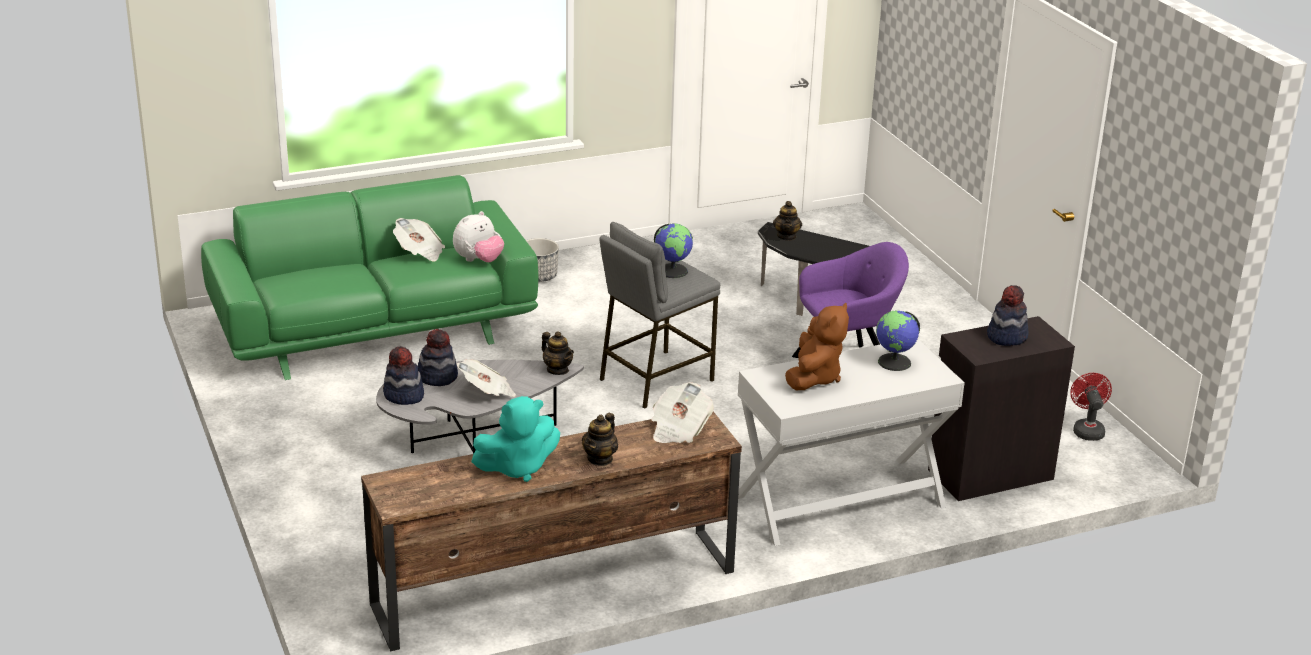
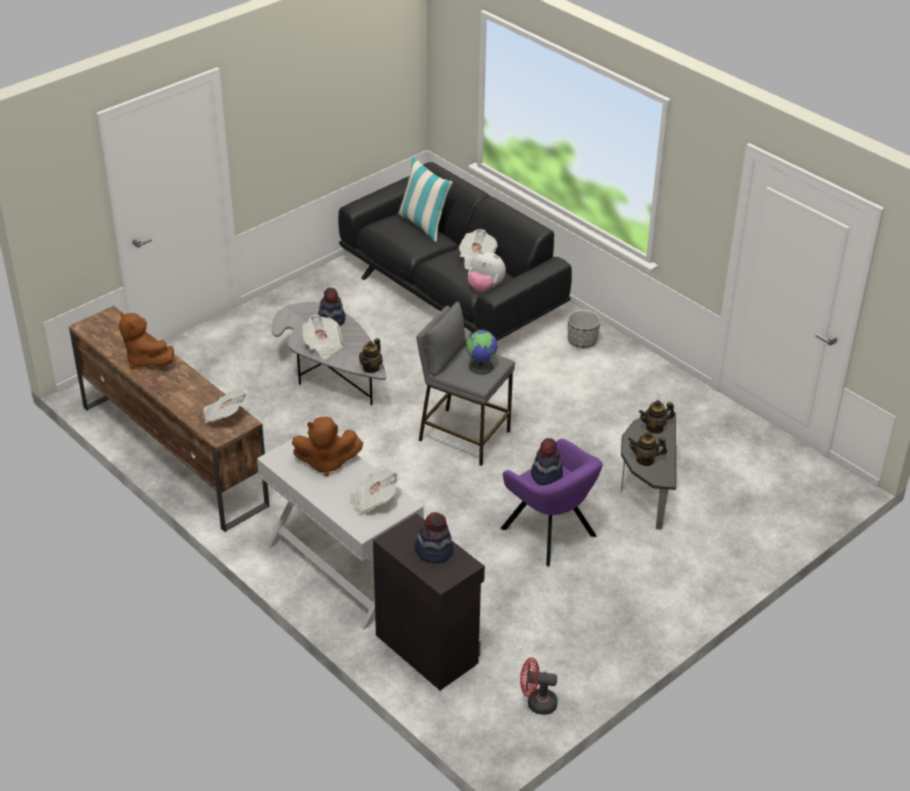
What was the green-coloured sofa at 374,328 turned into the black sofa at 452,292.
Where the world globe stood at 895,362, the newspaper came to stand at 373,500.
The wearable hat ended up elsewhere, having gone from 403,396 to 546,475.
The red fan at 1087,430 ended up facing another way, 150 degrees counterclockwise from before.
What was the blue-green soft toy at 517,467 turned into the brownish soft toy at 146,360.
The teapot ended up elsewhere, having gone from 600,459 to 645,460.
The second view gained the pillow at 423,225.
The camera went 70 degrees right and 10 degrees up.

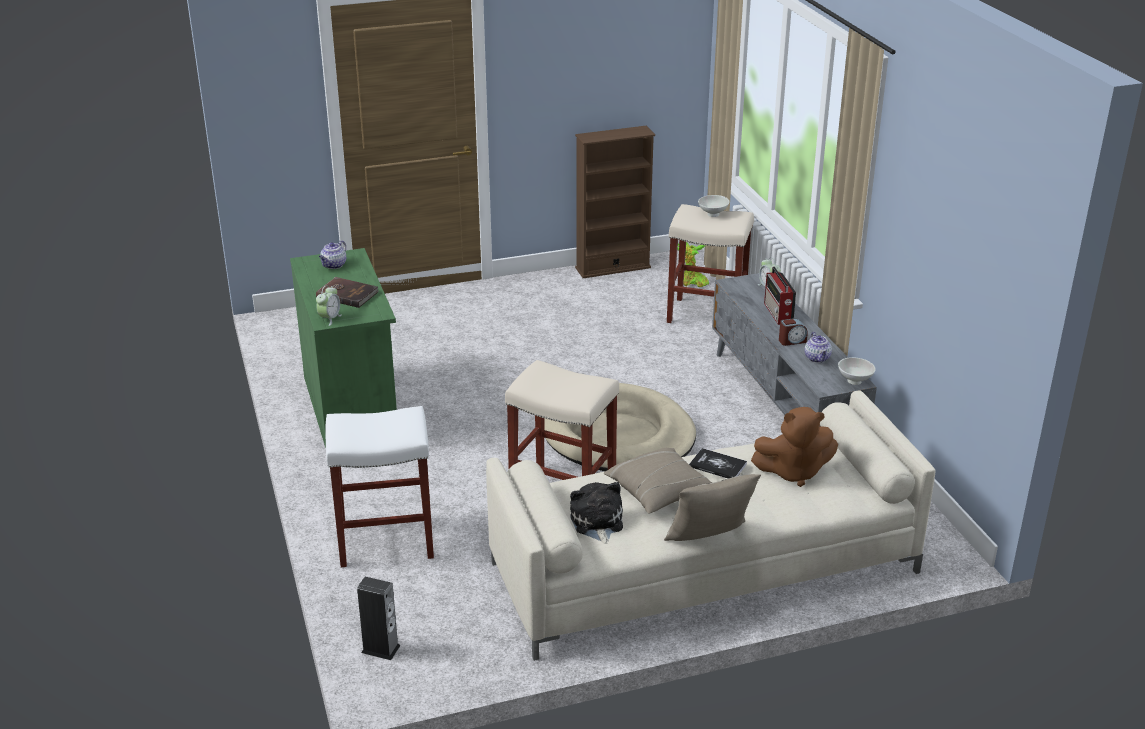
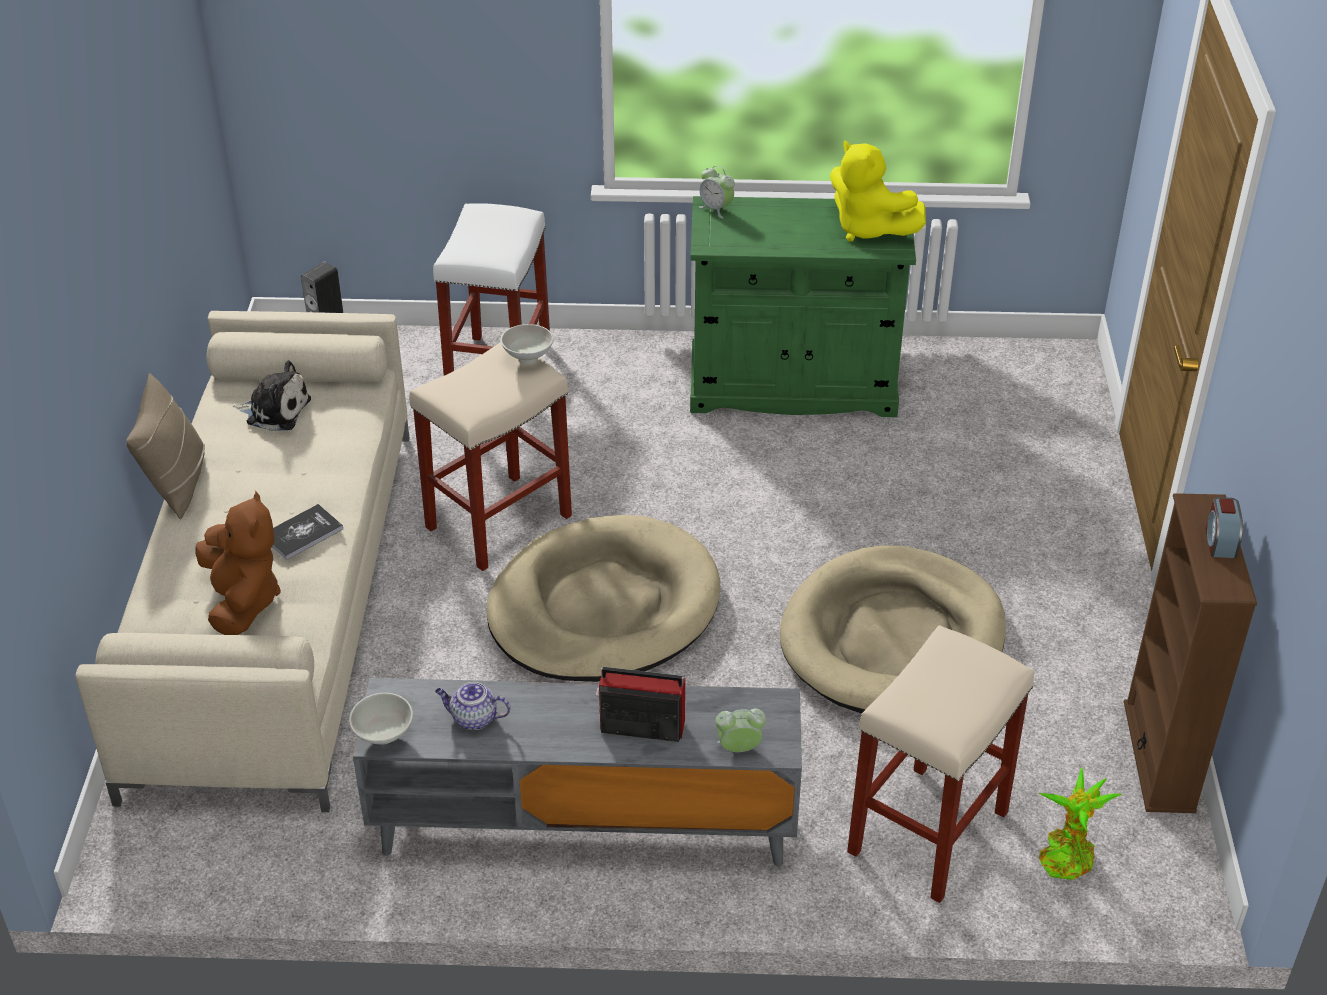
The whitish bowl ended up elsewhere, having gone from 713,215 to 526,358.
Where the teapot stood at 334,265, the yellowish soft toy came to stand at 868,229.
The second view lost the brownish book at 347,294.
The bedside clock ended up elsewhere, having gone from 792,341 to 1220,541.
The brownish soft toy at 793,472 ended up facing another way, 150 degrees clockwise from before.
The second view lost the beige pillow at 660,492.
The second view gained the beige dog bed at 892,639.
The camera went 110 degrees right and 10 degrees up.

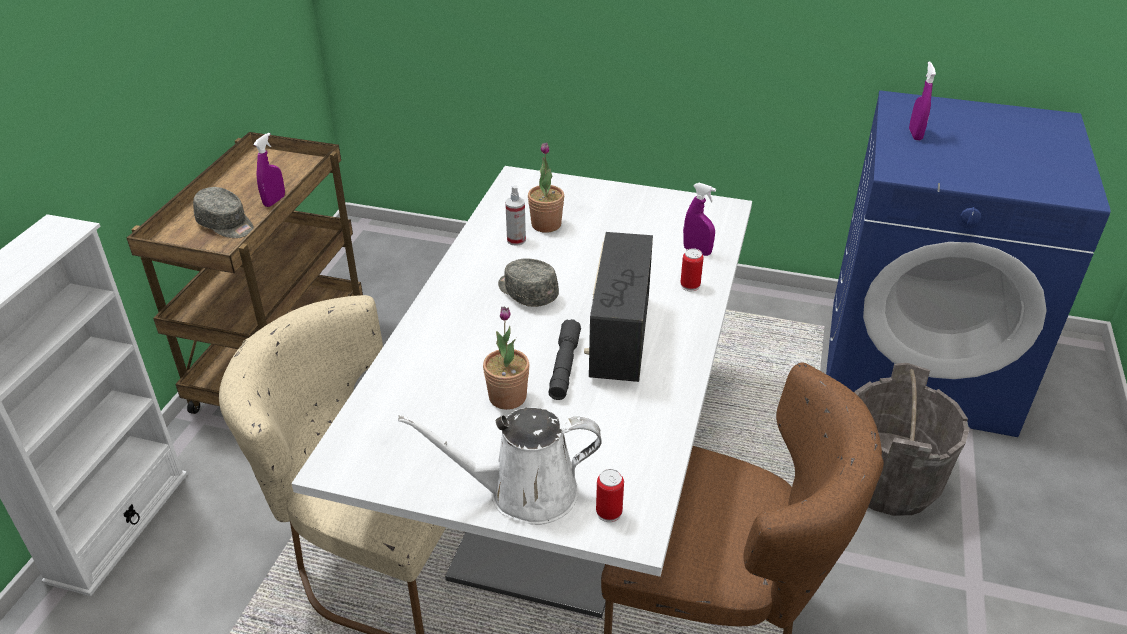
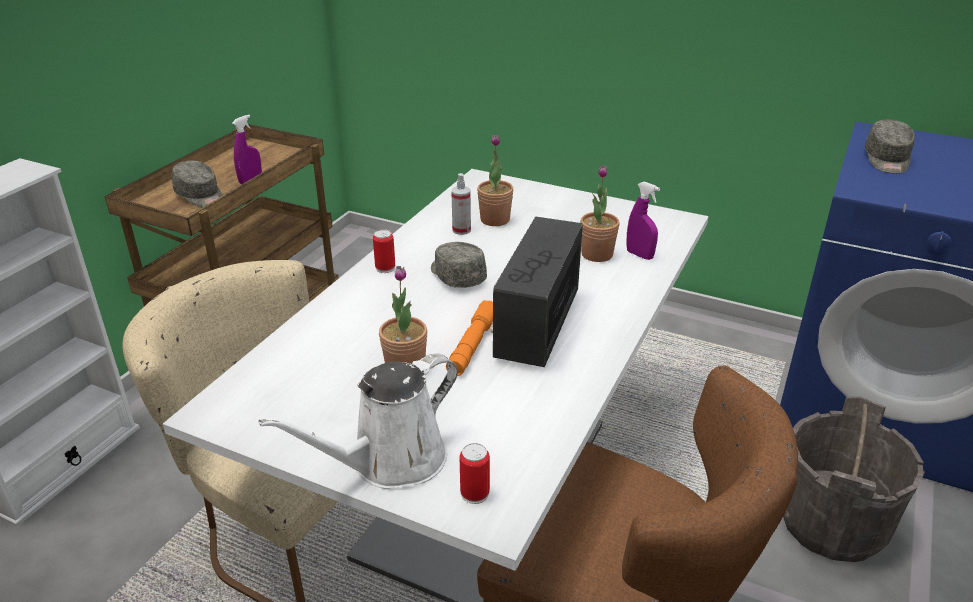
Where the purplish hand sprayer stood at 915,134, the greyish baseball cap came to stand at 886,160.
The sealed can ended up elsewhere, having gone from 690,285 to 385,268.
What was the greyish flashlight at 564,366 turned into the orange flashlight at 472,345.
The whitish sprinkling can at 523,492 ended up facing another way, 45 degrees counterclockwise from before.
The second view gained the potted plant at 597,254.
The camera went 10 degrees right and 5 degrees down.

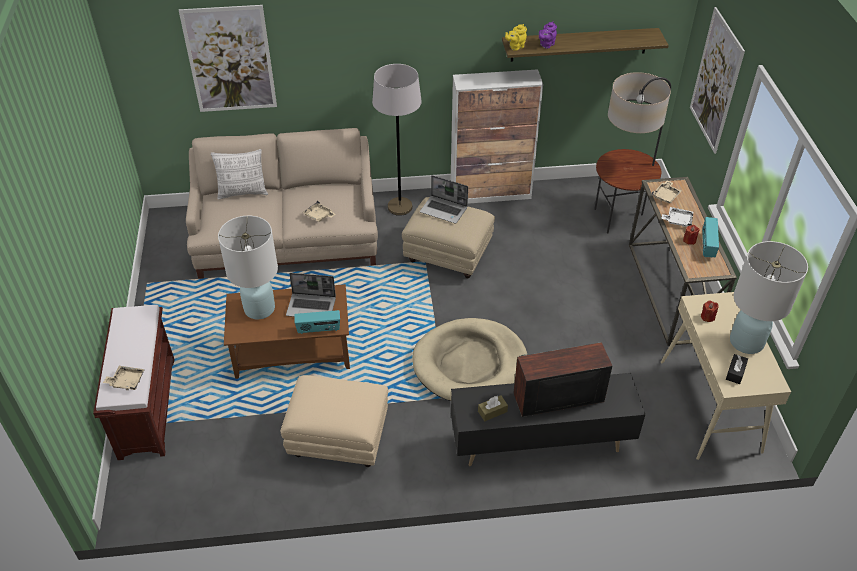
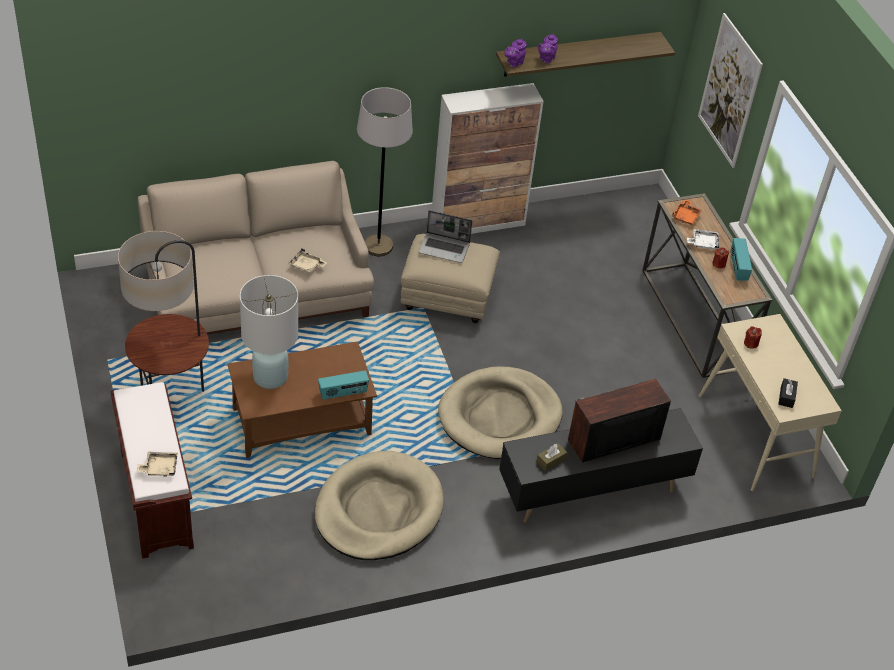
The second view lost the wall art at 230,60.
What was the yellowish teapot at 515,47 turned into the purplish teapot at 514,63.
The floor lamp ended up elsewhere, having gone from 619,218 to 172,399.
The second view lost the pillow at 243,192.
What was the beige serving tray at 666,196 turned into the orange serving tray at 686,216.
The second view lost the whitish lamp for a table at 746,341.
The second view lost the laptop at 312,307.
Where the beige footrest stood at 337,439, the beige dog bed came to stand at 378,510.
The camera went 15 degrees left and 0 degrees up.

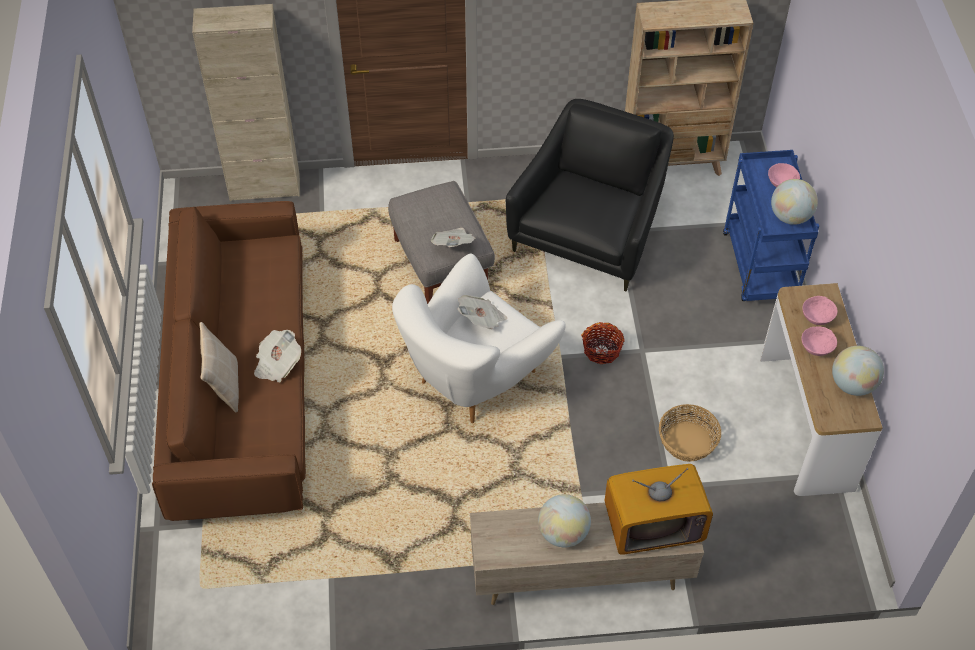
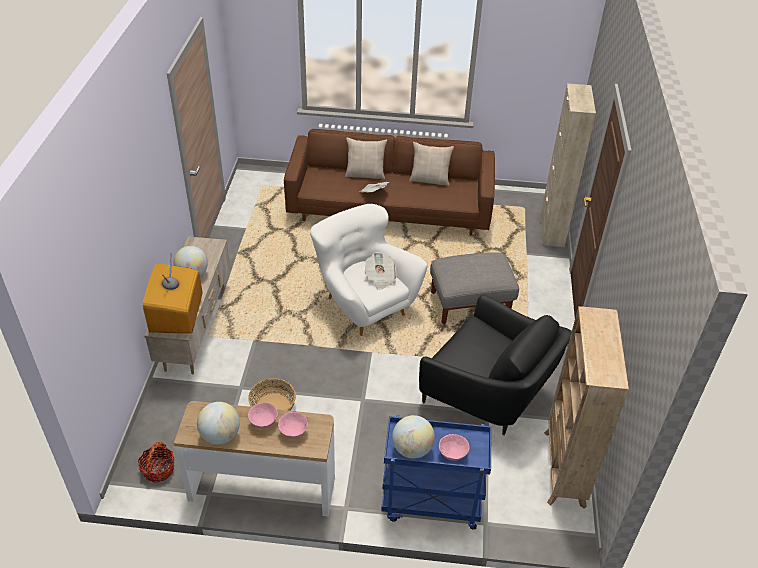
The second view lost the newspaper at 453,245.
The basket ended up elsewhere, having gone from 602,350 to 158,469.
The second view gained the beige pillow at 430,180.
The camera went 100 degrees right and 10 degrees down.

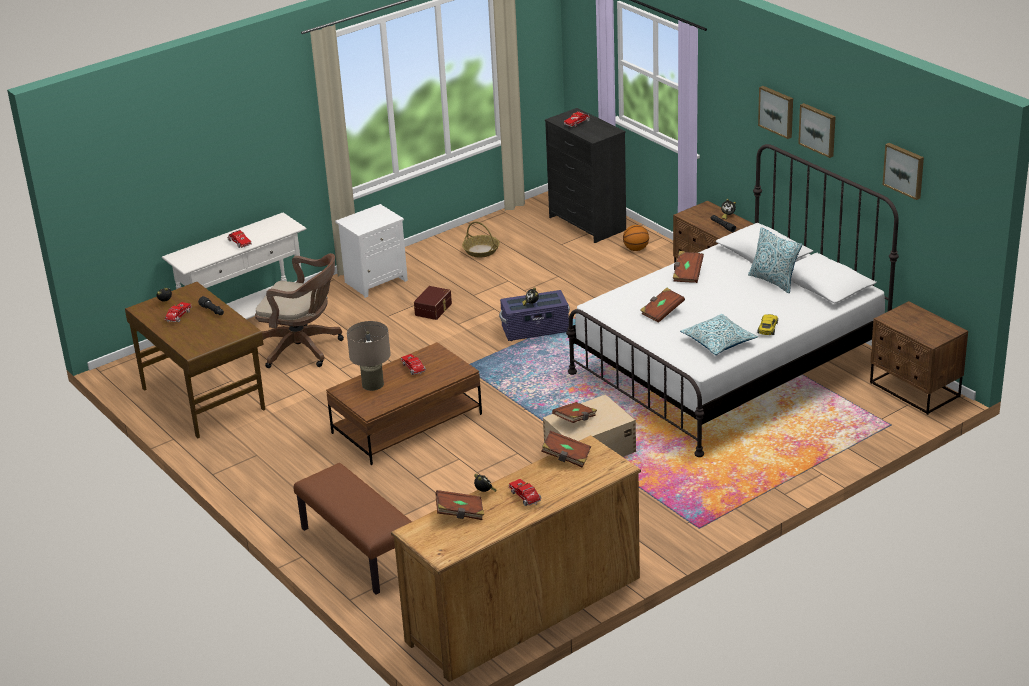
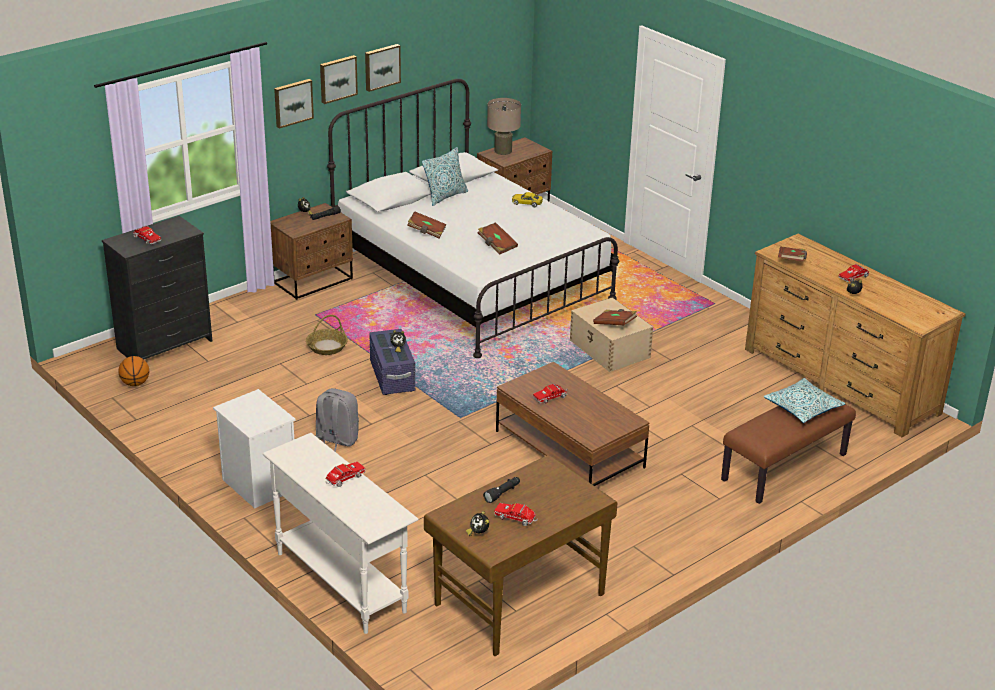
The wall art ended up elsewhere, having gone from 904,170 to 292,102.
The basket ended up elsewhere, having gone from 481,250 to 327,347.
The basketball ball ended up elsewhere, having gone from 635,249 to 135,383.
The second view lost the brownish desk chair at 303,349.
Where the brownish storage box stood at 434,309, the greyish backpack came to stand at 336,440.
The pillow ended up elsewhere, having gone from 718,342 to 802,408.
The beige lamp for a table ended up elsewhere, having gone from 373,384 to 503,151.
The second view lost the brownish book at 460,513.
The camera went 95 degrees left and 0 degrees up.

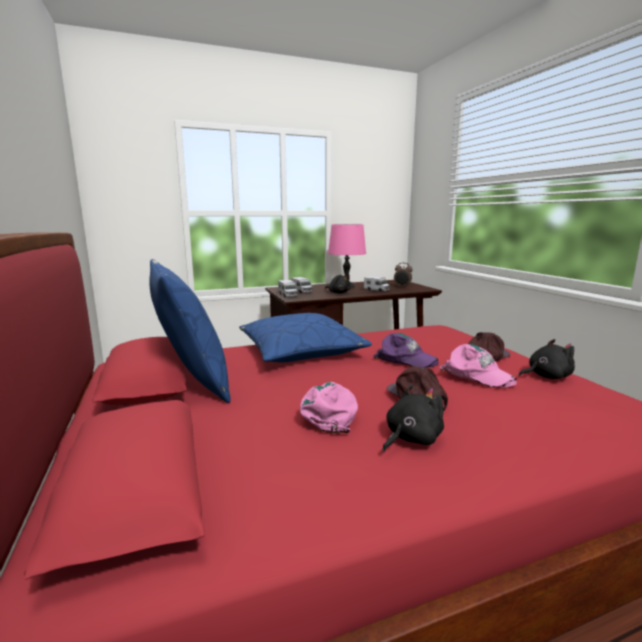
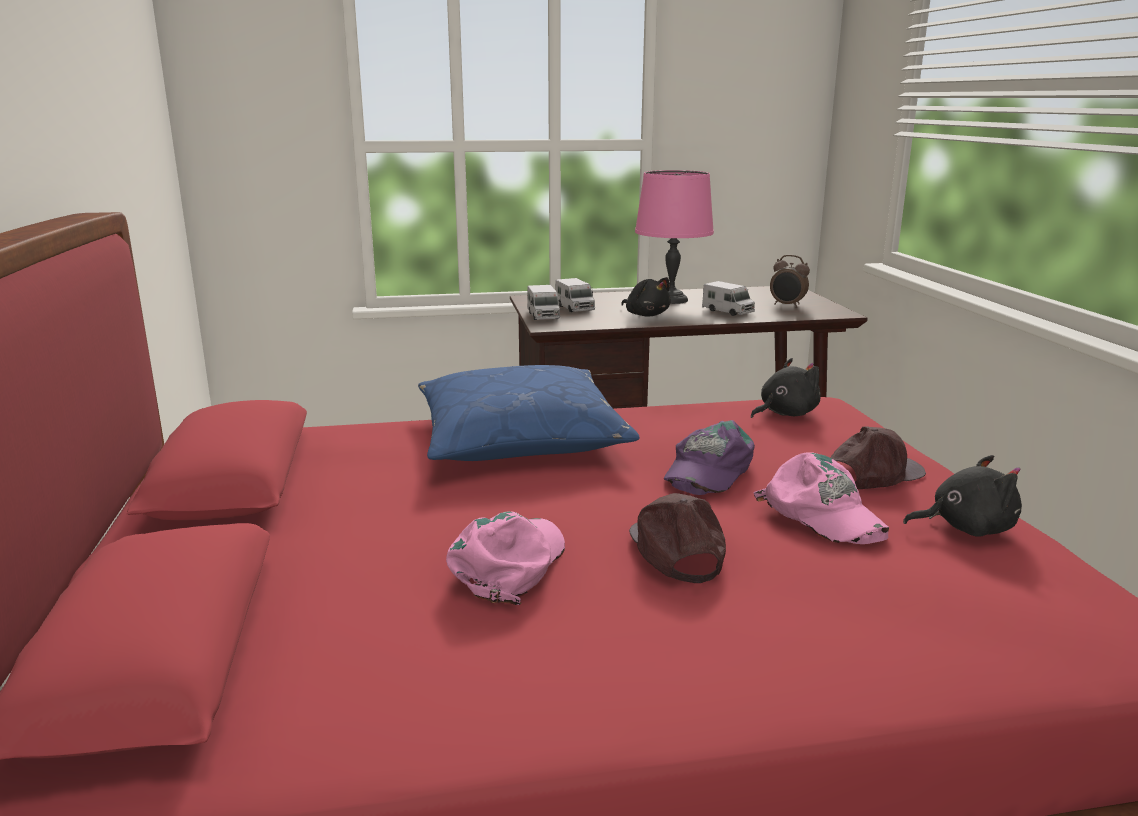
The second view lost the bluish pillow at 191,380.
The purplish baseball cap at 405,359 ended up facing another way, 75 degrees clockwise from before.
The black soft toy ended up elsewhere, having gone from 410,438 to 785,413.
The camera went 10 degrees right and 5 degrees up.

